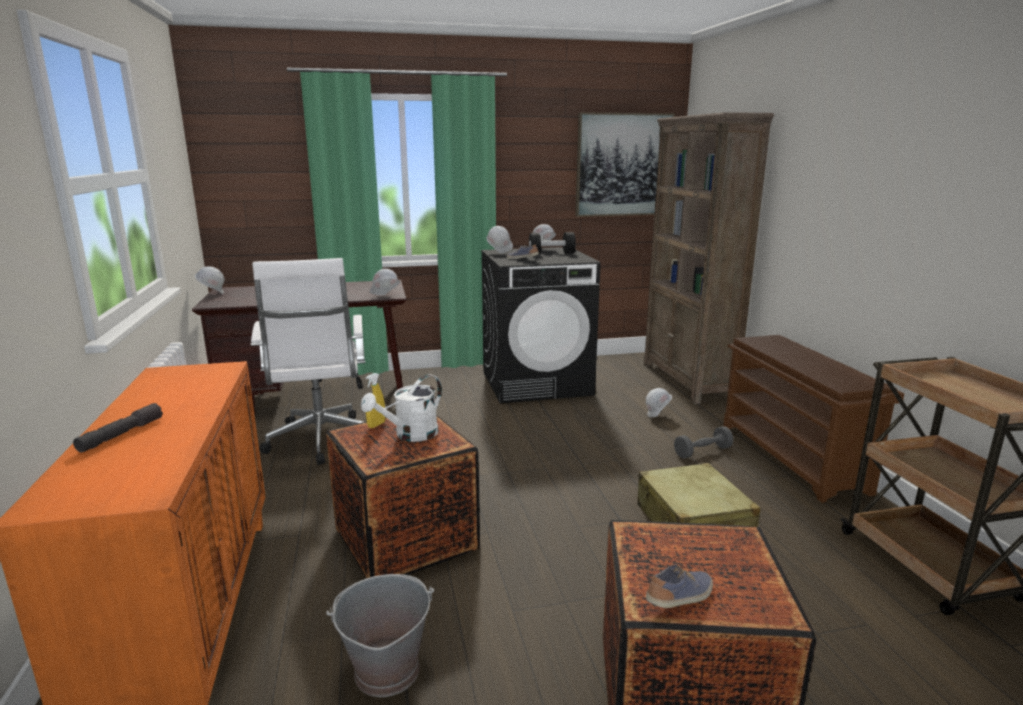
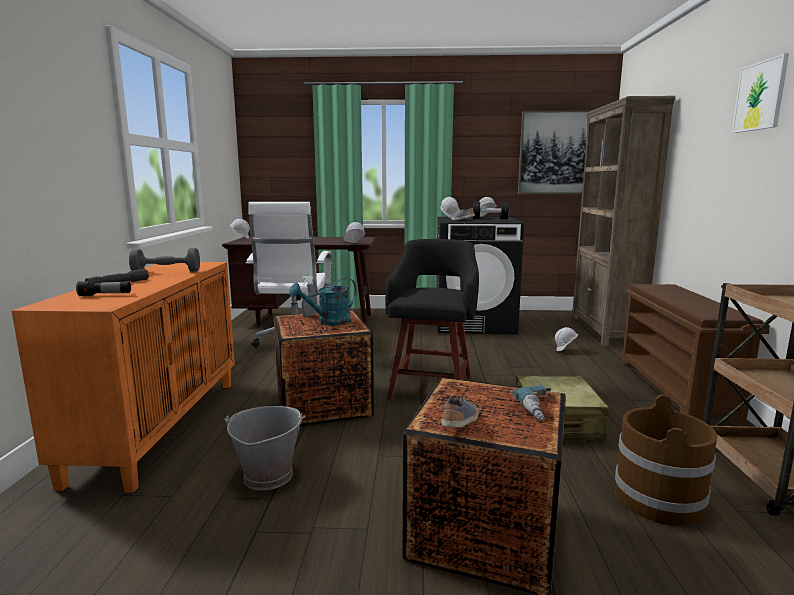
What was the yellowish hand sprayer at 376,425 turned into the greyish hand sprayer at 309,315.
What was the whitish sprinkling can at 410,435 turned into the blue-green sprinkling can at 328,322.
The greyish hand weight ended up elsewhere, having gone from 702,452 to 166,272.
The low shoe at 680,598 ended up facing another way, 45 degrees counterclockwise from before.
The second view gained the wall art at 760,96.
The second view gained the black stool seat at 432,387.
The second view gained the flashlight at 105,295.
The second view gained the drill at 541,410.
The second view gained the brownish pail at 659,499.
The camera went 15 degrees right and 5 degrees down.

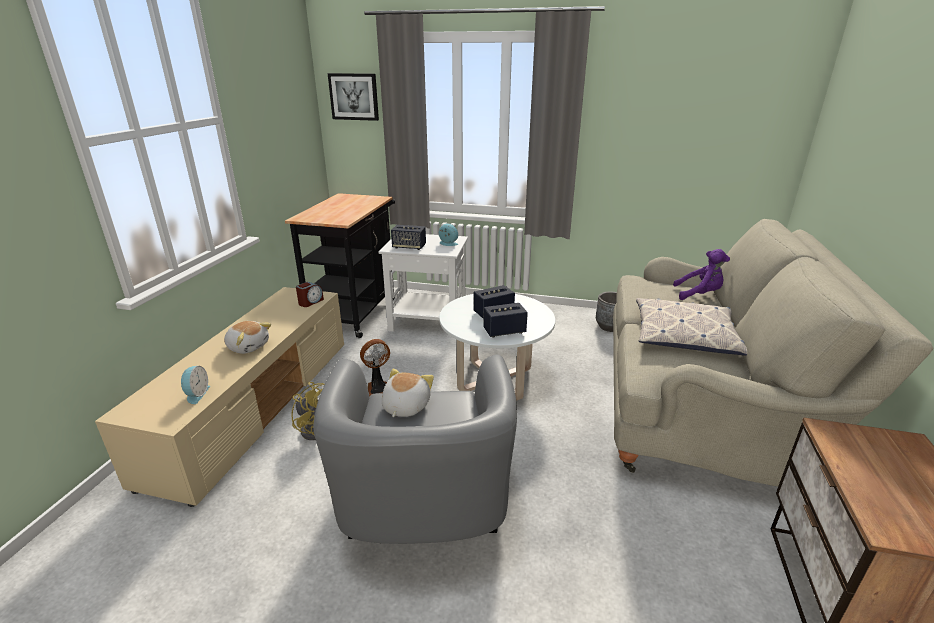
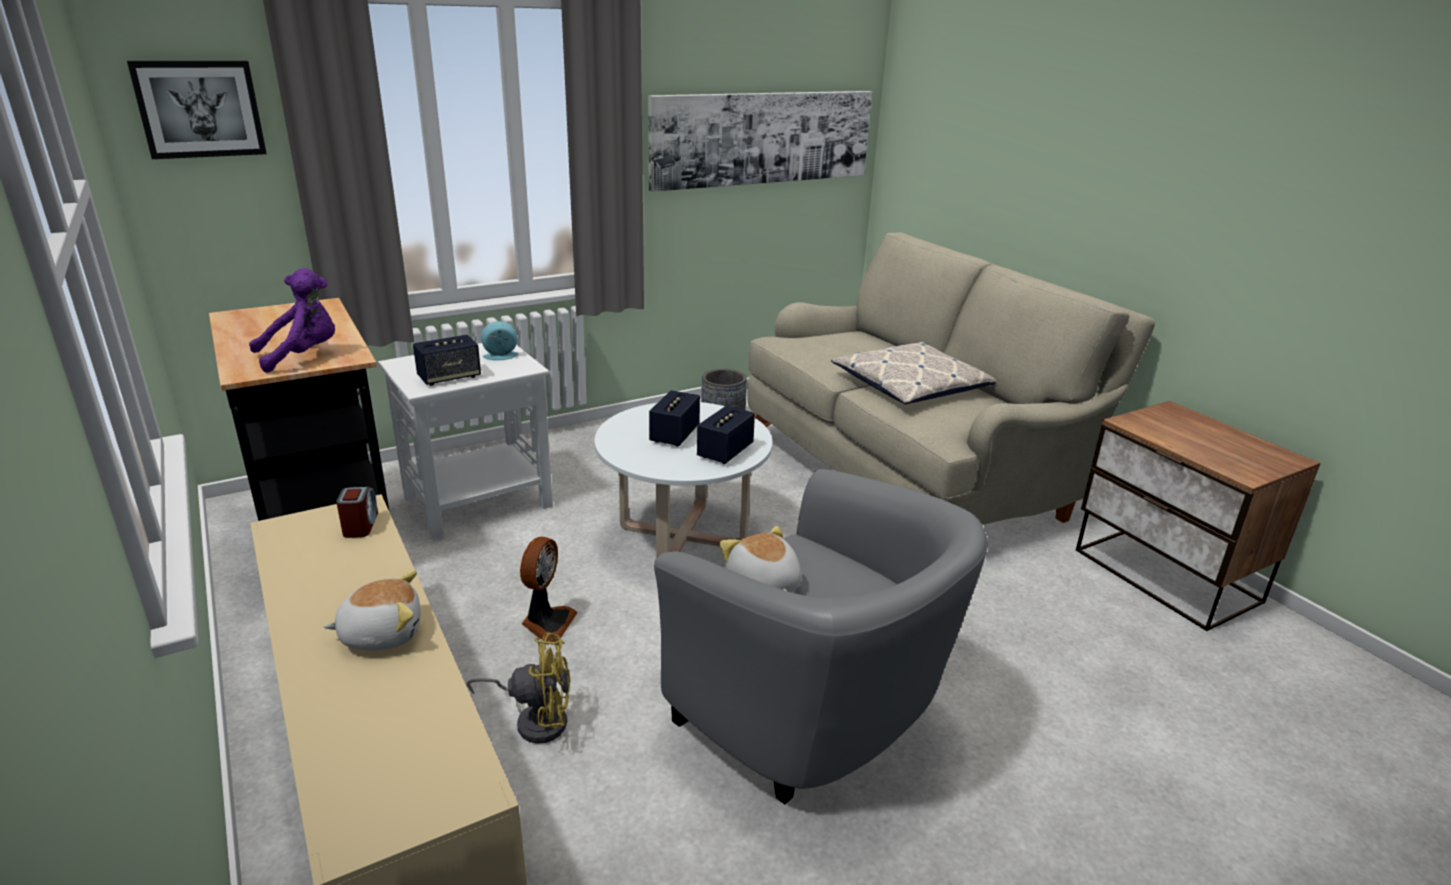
The purplish soft toy ended up elsewhere, having gone from 699,294 to 302,356.
The second view lost the bedside clock at 196,394.
The second view gained the wall art at 763,138.
The camera went 45 degrees left and 0 degrees up.

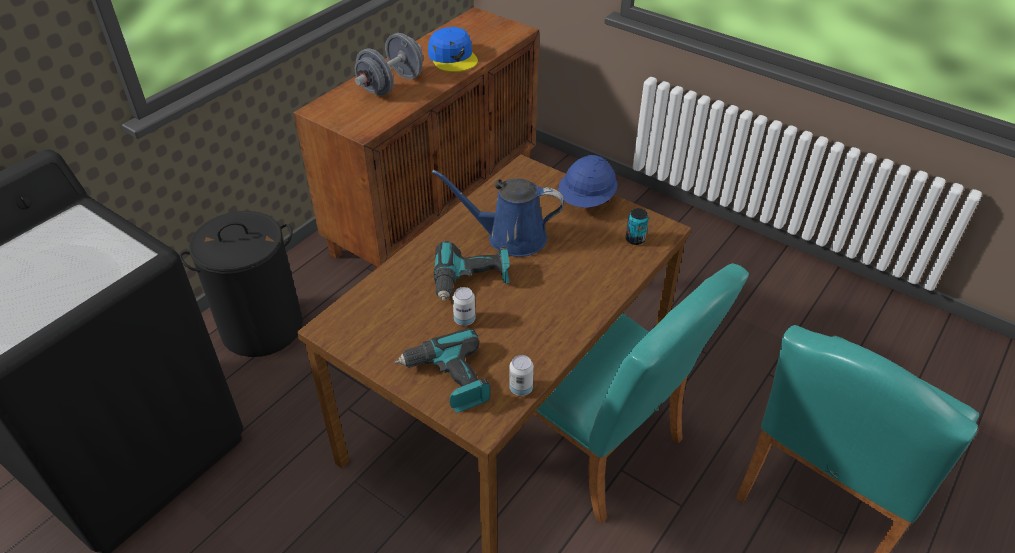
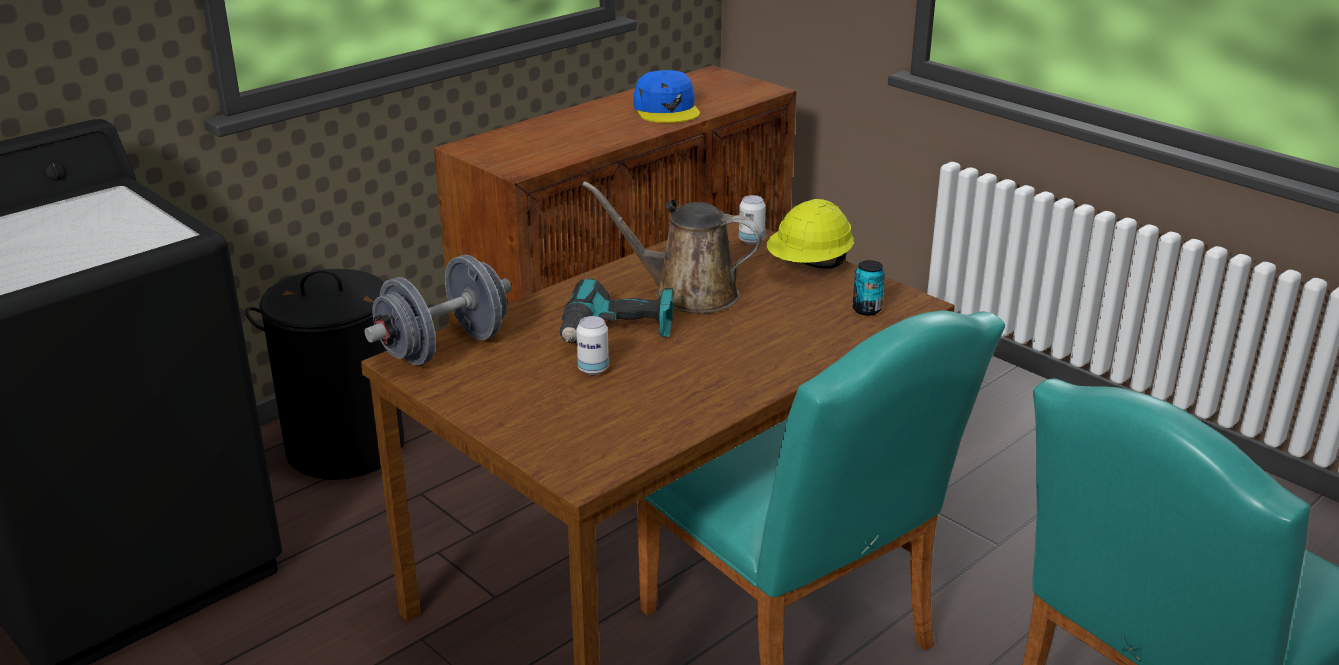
The greyish hand weight ended up elsewhere, having gone from 391,85 to 444,347.
What was the bluish work helmet at 587,201 turned into the yellowish work helmet at 809,266.
What was the bluish sprinkling can at 510,237 turned into the brownish sprinkling can at 687,294.
The second view lost the drill at 449,379.
The sealed can ended up elsewhere, having gone from 521,388 to 751,240.
The camera went 10 degrees right and 15 degrees down.

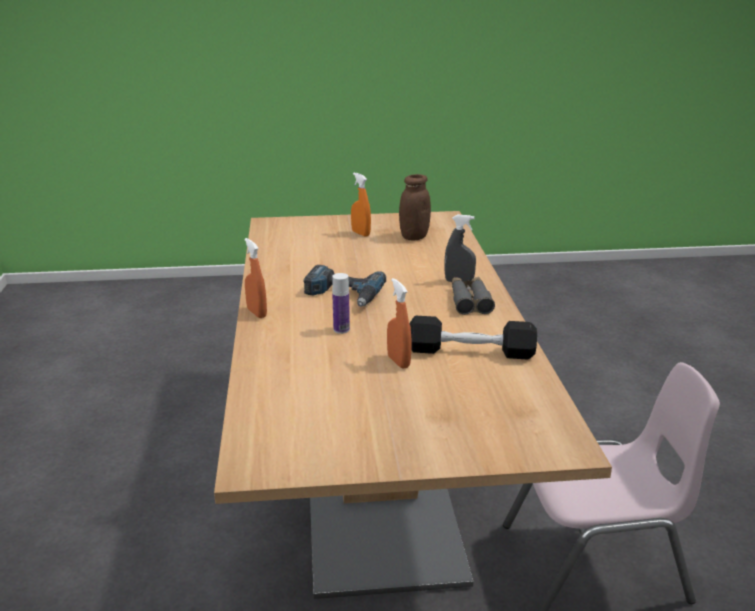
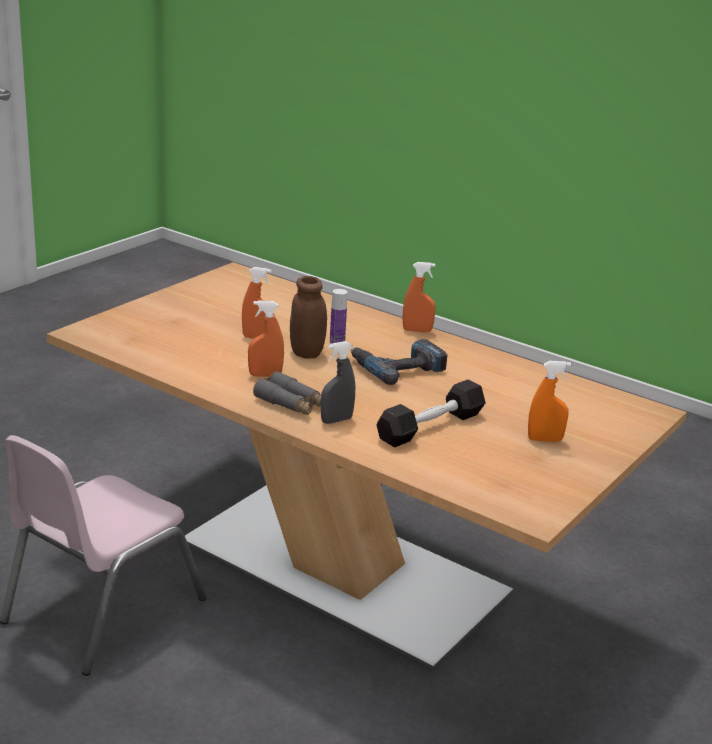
The brownish preserve jar ended up elsewhere, having gone from 414,237 to 307,353.
The black hand weight ended up elsewhere, having gone from 471,351 to 430,427.
The second view gained the orange hand sprayer at 265,375.
The camera went 130 degrees right and 0 degrees up.

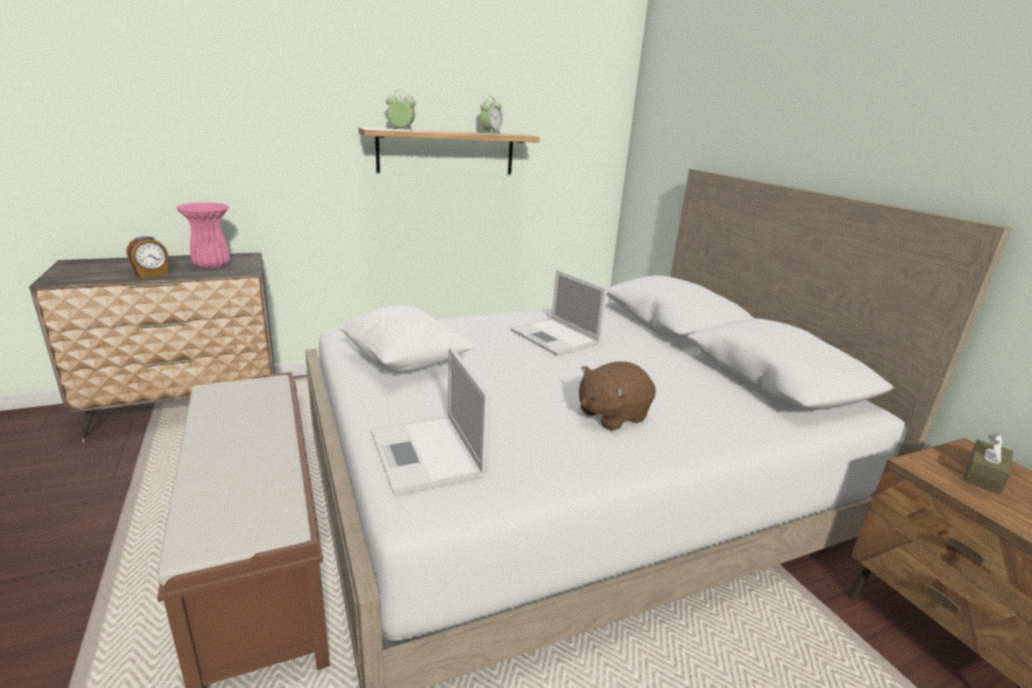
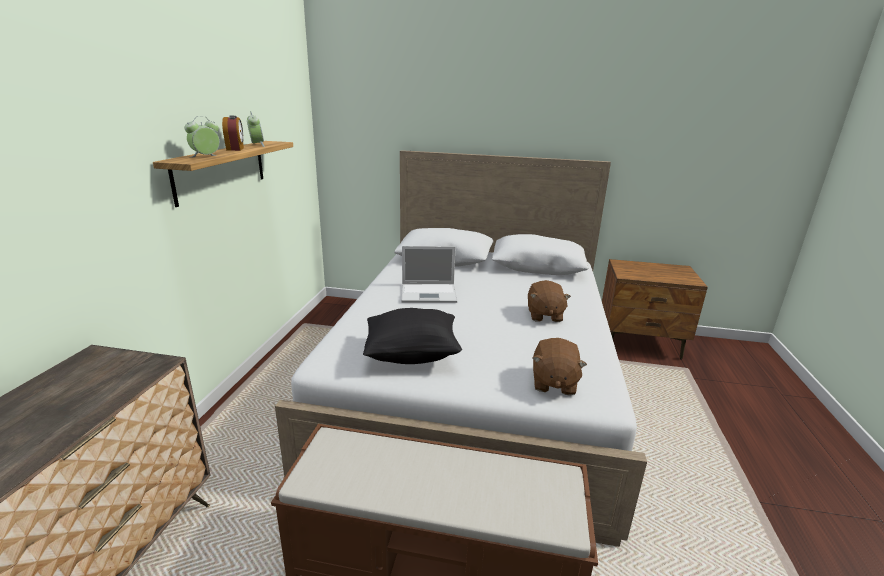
The second view lost the pink-coloured decorative vase at 211,266.
The bedside clock ended up elsewhere, having gone from 151,274 to 235,149.
What was the whitish pillow at 405,362 turned into the black pillow at 412,355.
Where the laptop stood at 427,455, the brownish soft toy came to stand at 553,383.
The second view lost the brownish box of tissues at 983,475.
The camera went 55 degrees left and 0 degrees up.

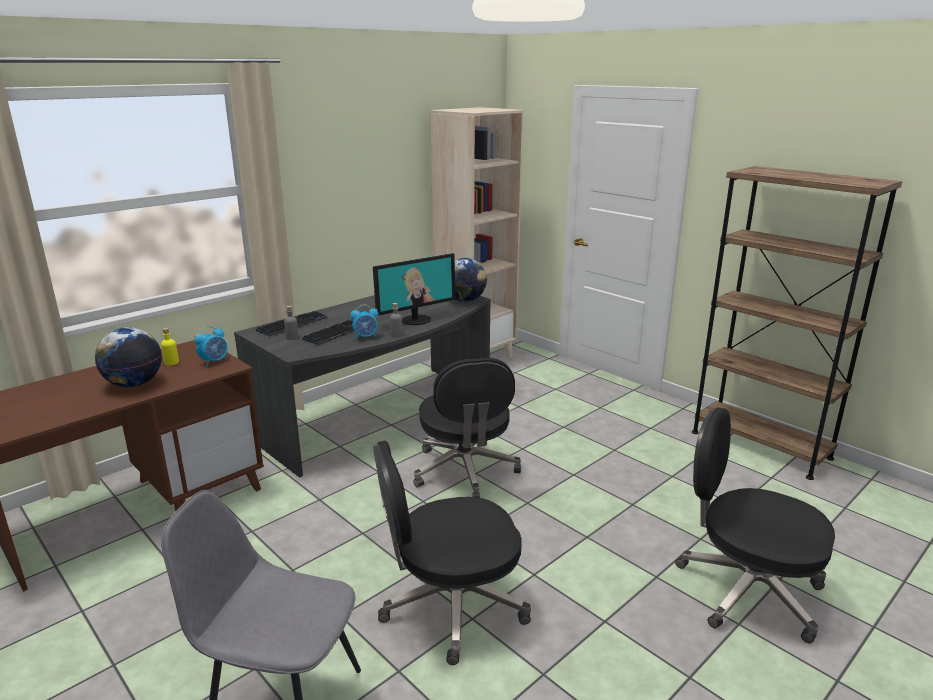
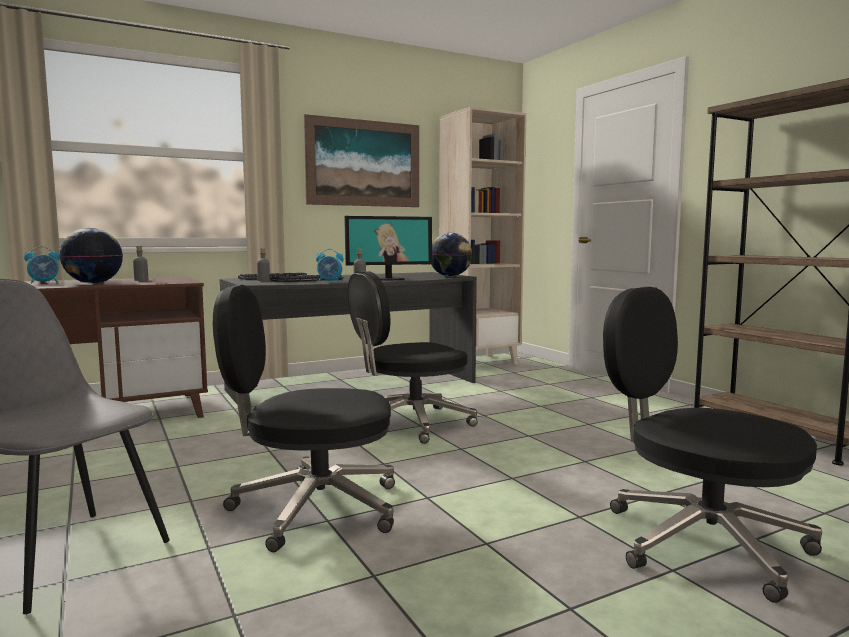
The bedside clock ended up elsewhere, having gone from 214,361 to 44,282.
What was the yellowish beverage bottle at 171,362 turned into the greyish beverage bottle at 141,280.
The black desk chair at 465,471 ended up facing another way, 60 degrees clockwise from before.
The second view gained the wall art at 364,163.
The camera went 15 degrees right and 15 degrees down.

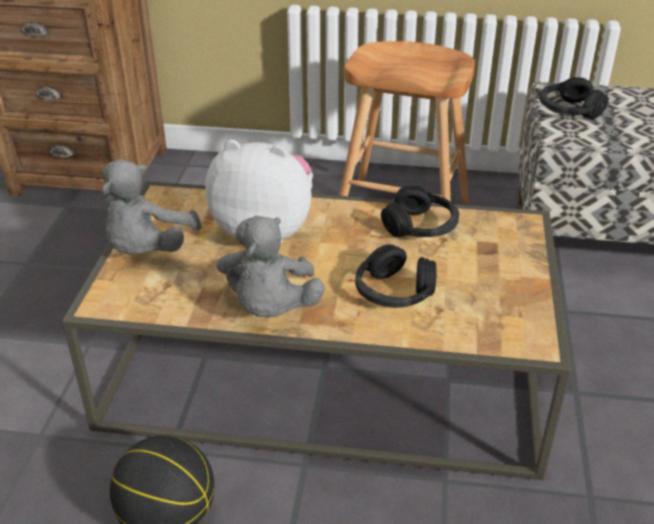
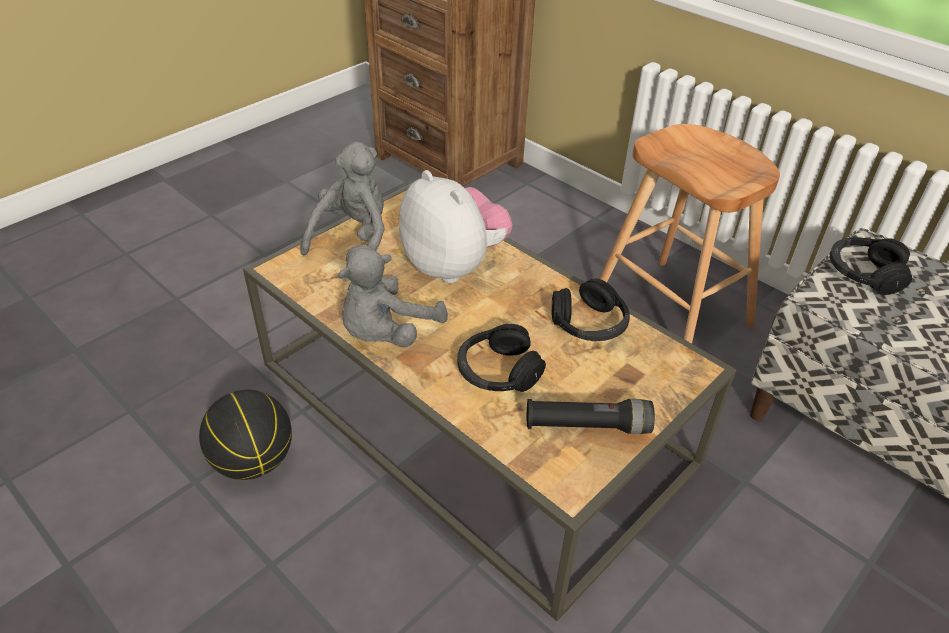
The greyish soft toy at 148,250 ended up facing another way, 150 degrees clockwise from before.
The second view gained the black flashlight at 587,426.
The camera went 35 degrees right and 5 degrees up.

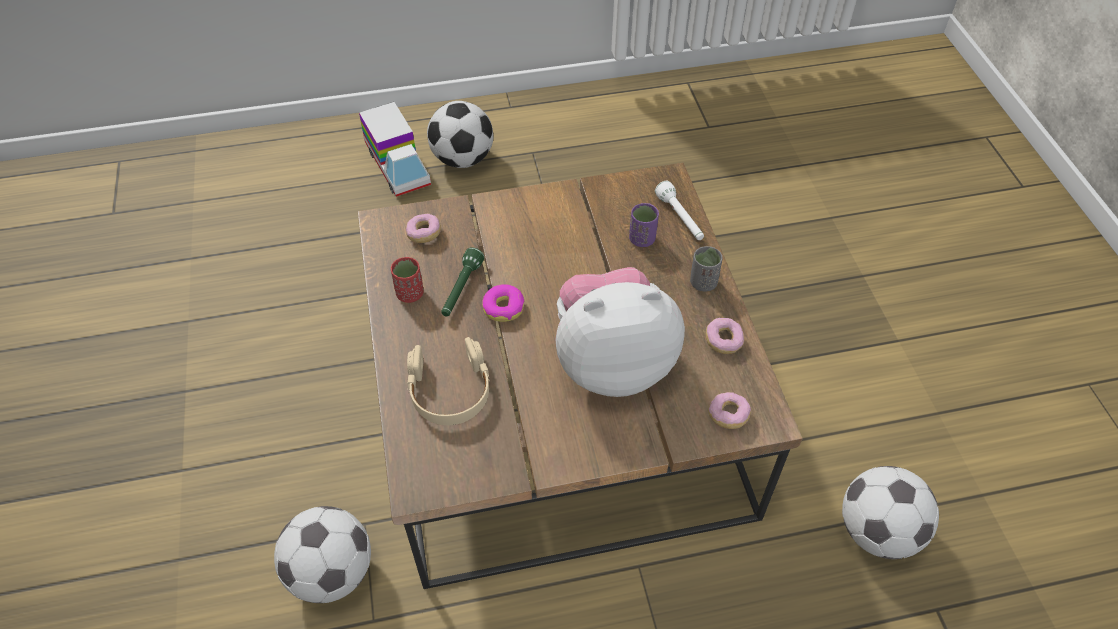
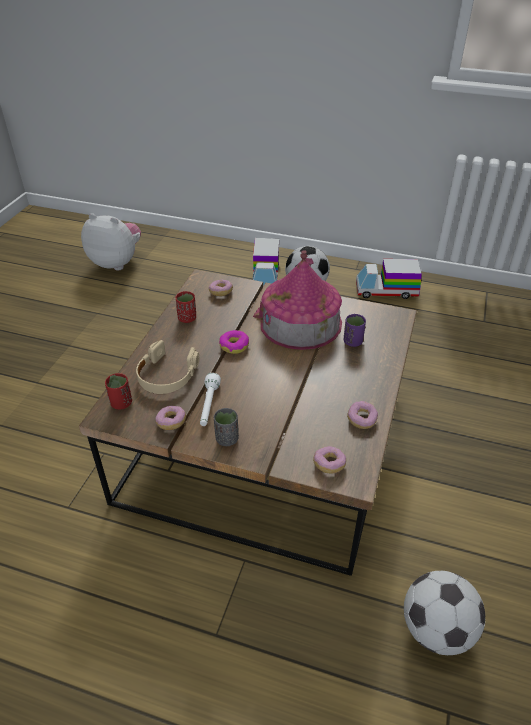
The whitish flashlight ended up elsewhere, having gone from 680,218 to 208,405.
The greyish cup ended up elsewhere, having gone from 703,283 to 227,439.
The second view lost the green-coloured flashlight at 461,289.
The soft toy ended up elsewhere, having gone from 612,362 to 117,262.
The second view lost the ball for football at 332,572.
The second view gained the model house at 300,322.
The second view gained the model truck at 386,291.
The second view gained the red cup at 121,403.
The second view gained the donut at 171,422.
The camera went 30 degrees right and 10 degrees down.

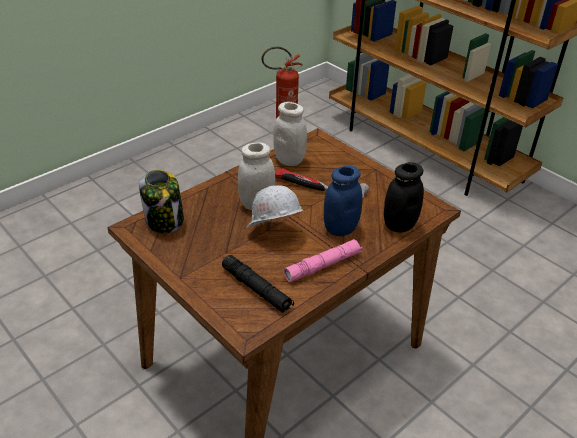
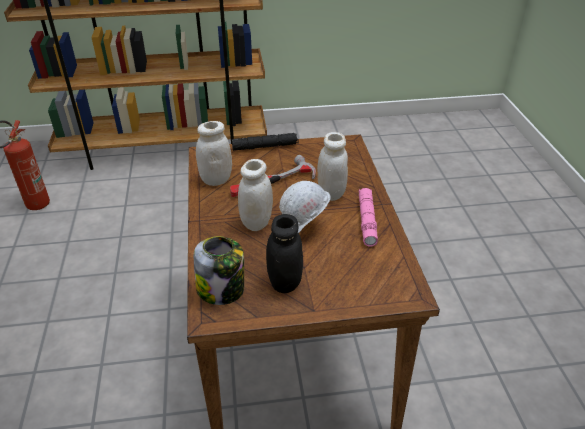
The black preserve jar ended up elsewhere, having gone from 399,225 to 285,282.
What was the bluish preserve jar at 340,228 turned into the whitish preserve jar at 331,193.
The black flashlight ended up elsewhere, having gone from 256,289 to 265,146.
The camera went 55 degrees left and 0 degrees up.

